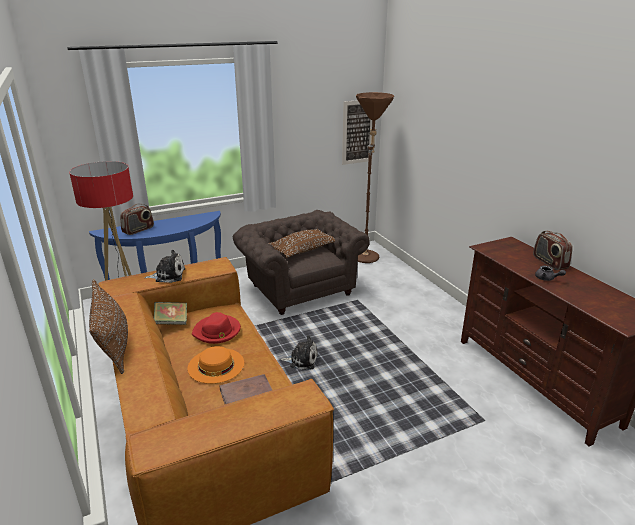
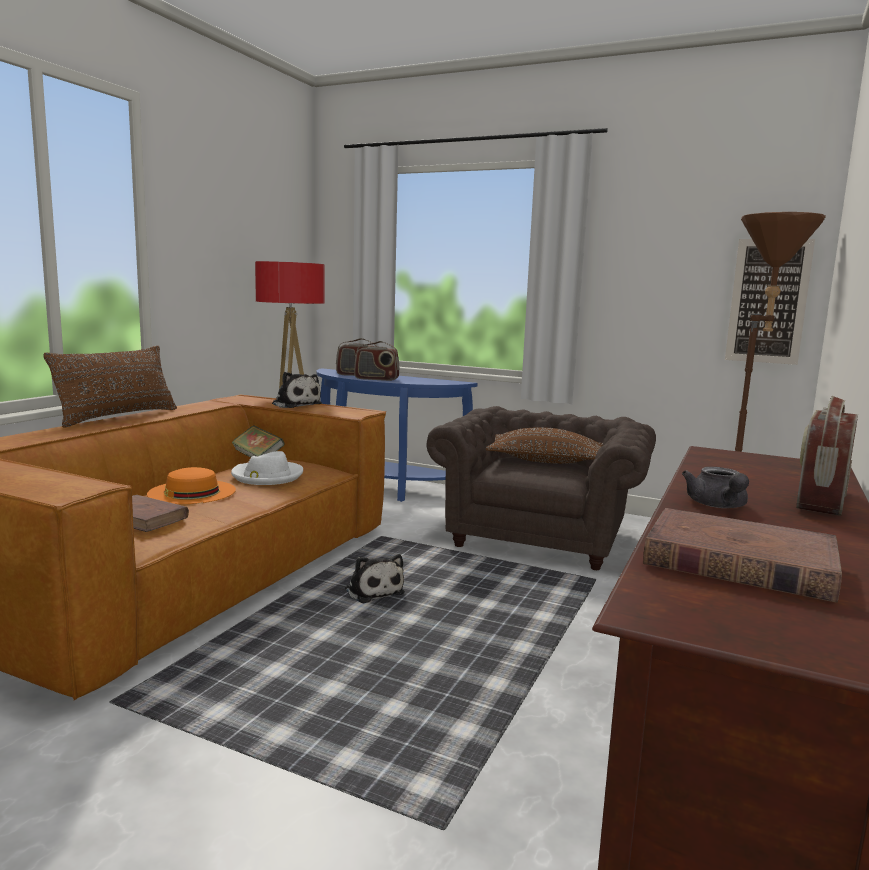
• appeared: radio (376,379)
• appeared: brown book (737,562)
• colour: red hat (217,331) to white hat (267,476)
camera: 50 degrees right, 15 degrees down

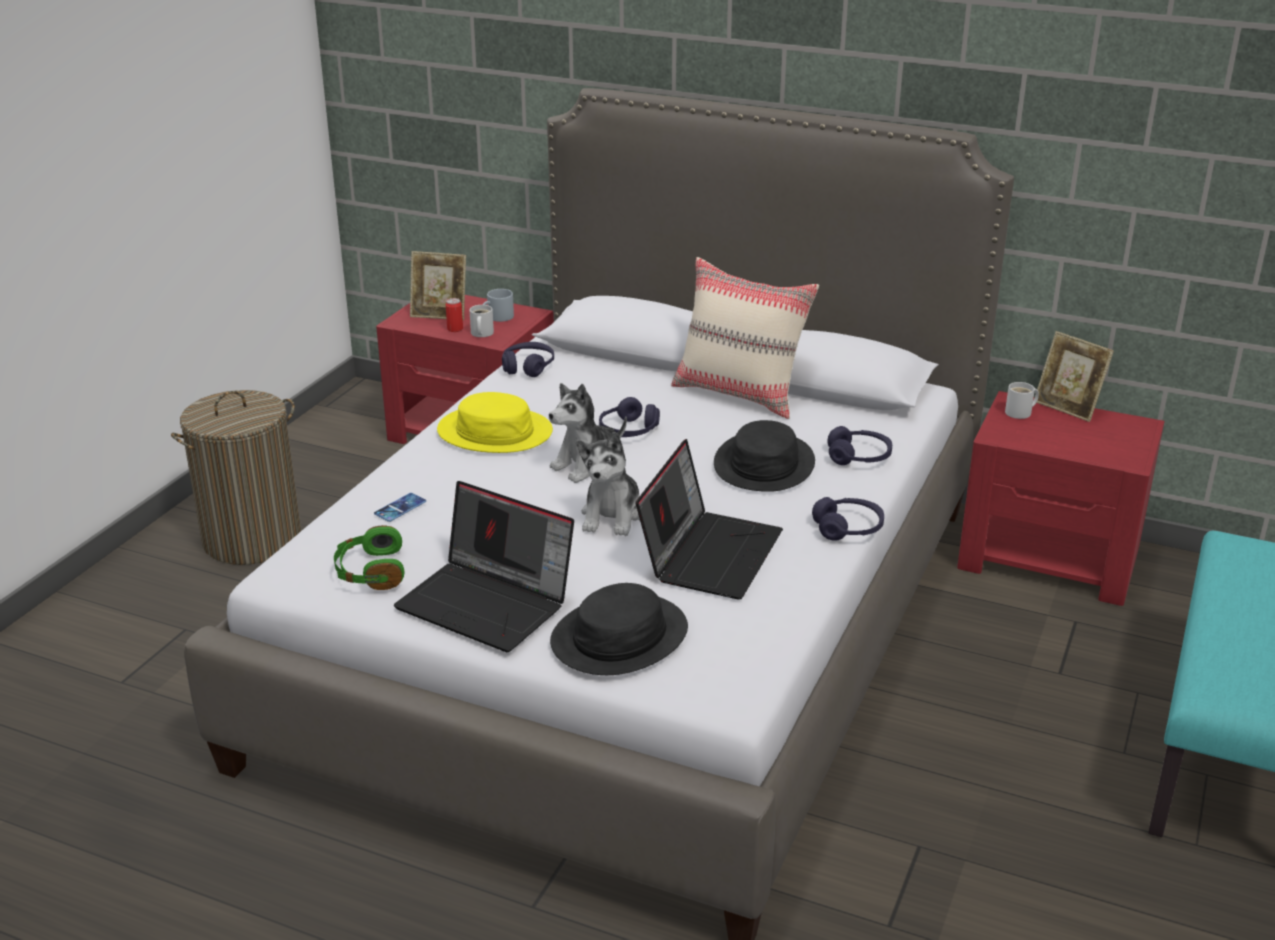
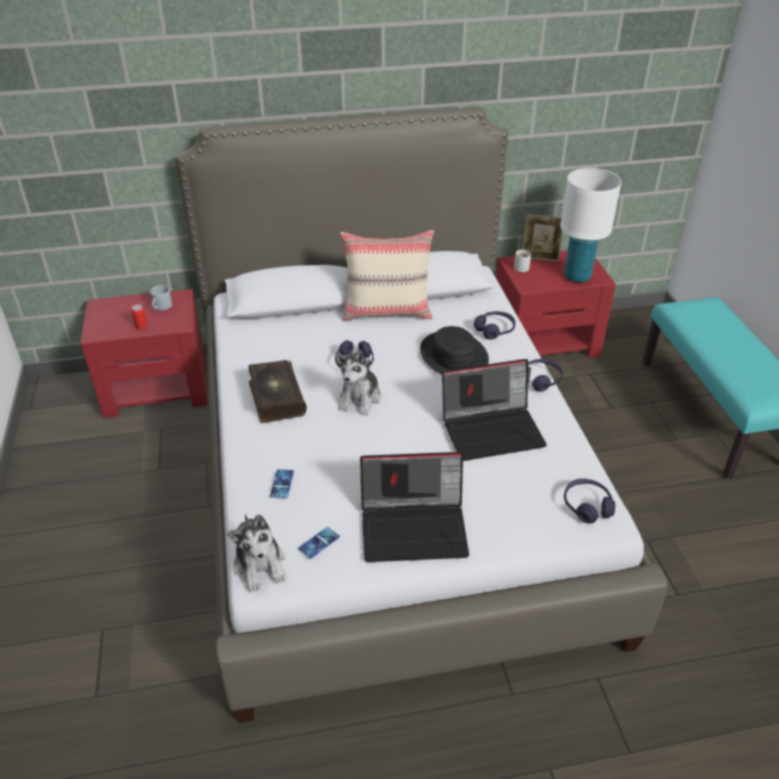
• missing: laundry basket (252,539)
• missing: picture frame (440,315)
• missing: white mug (481,333)
• missing: black hat (620,637)
• appeared: white table lamp (577,277)
• relocated: purple headphones (528,367) to (587,506)
• relocated: plush toy (613,516) to (260,565)
• exchanged: green headphones (370,572) to phone (319,543)
• exchanged: yellow hat (495,432) to book (276,398)
• spun: laptop (710,553) = (493,430) 90 degrees clockwise
camera: 35 degrees left, 10 degrees up

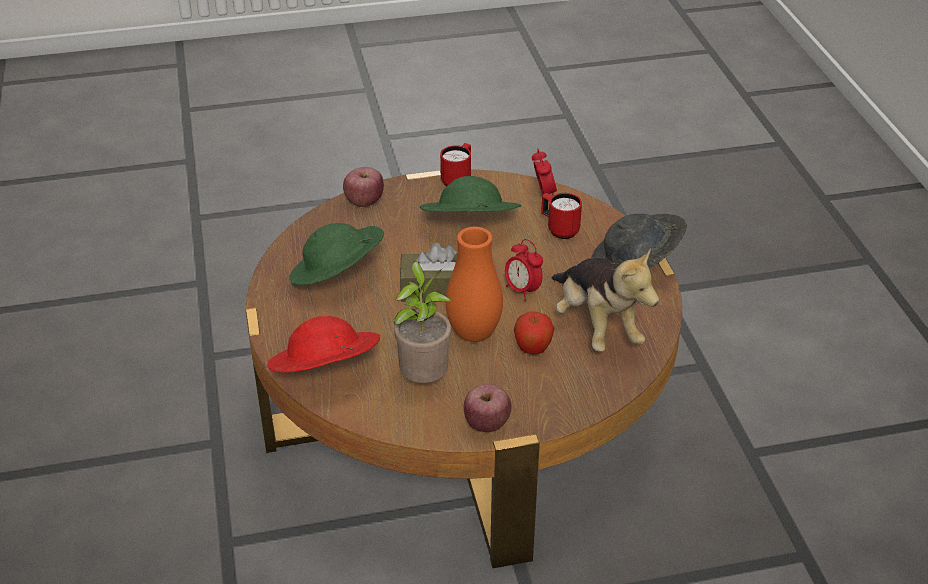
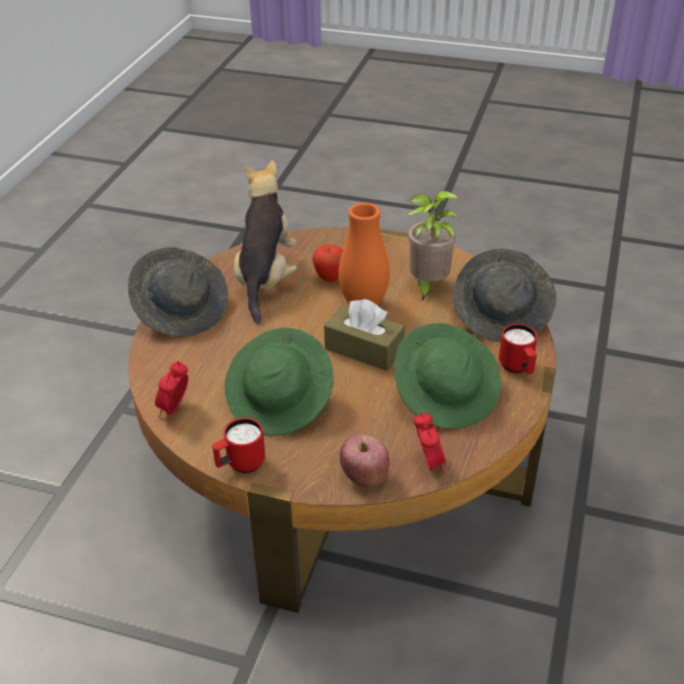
• missing: apple (487,424)
• relocated: alarm clock (522,290) to (428,463)
• relocated: red mug (559,229) to (518,368)
• colour: red hat (325,372) to grey hat (502,315)
camera: 150 degrees left, 0 degrees up

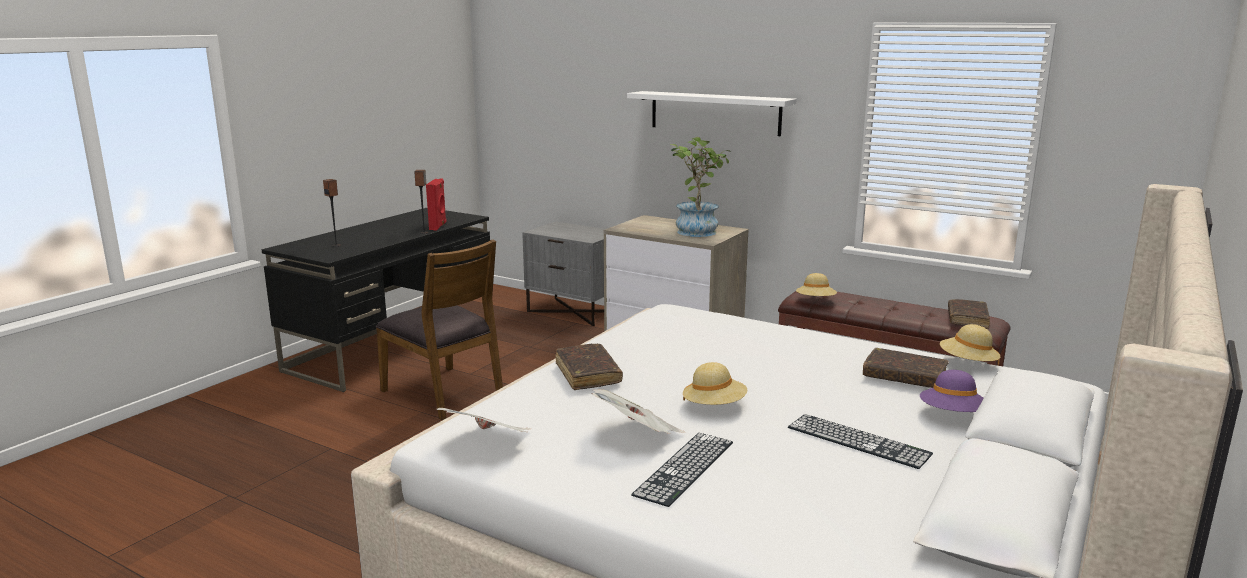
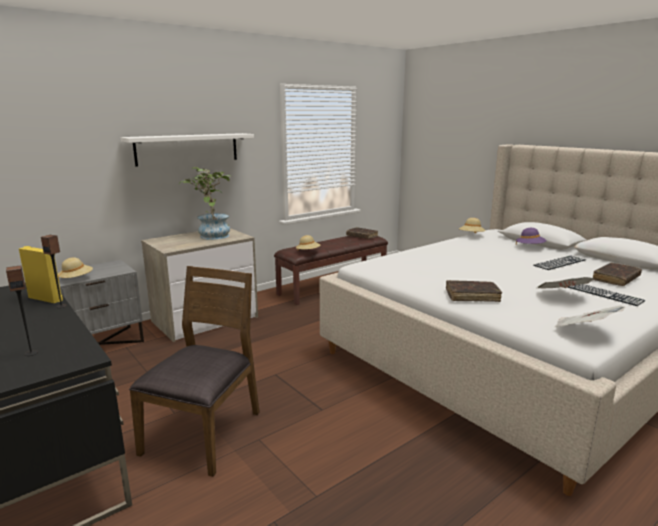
• relocated: beige hat (714,406) to (76,279)
• relocated: brown book (904,377) to (616,279)
• colour: red speaker (438,226) to yellow speaker (46,298)
• spun: brown chair (444,393) = (204,432) 45 degrees counterclockwise
camera: 70 degrees left, 0 degrees up

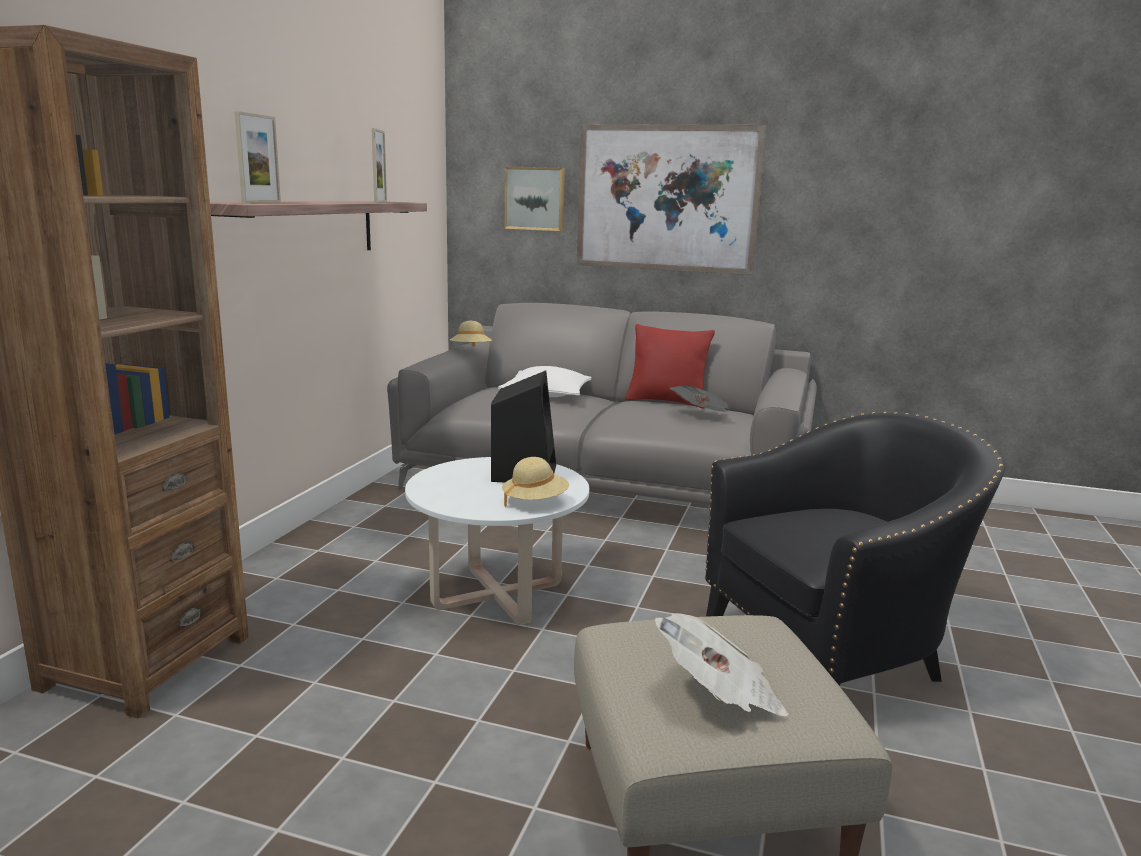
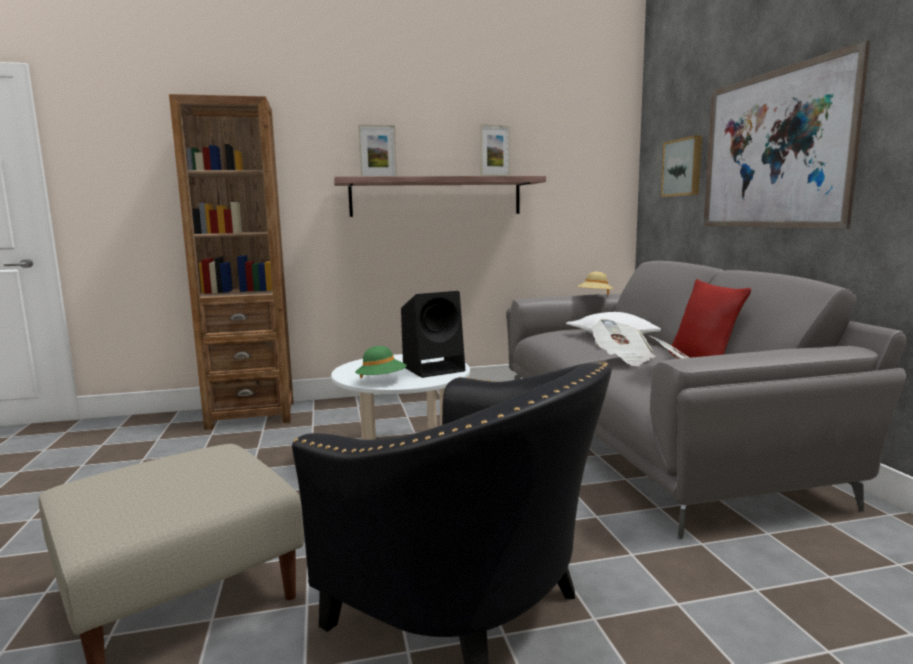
• relocated: newspaper (719,695) to (622,358)
• colour: beige hat (535,502) to green hat (381,381)
camera: 60 degrees right, 5 degrees down

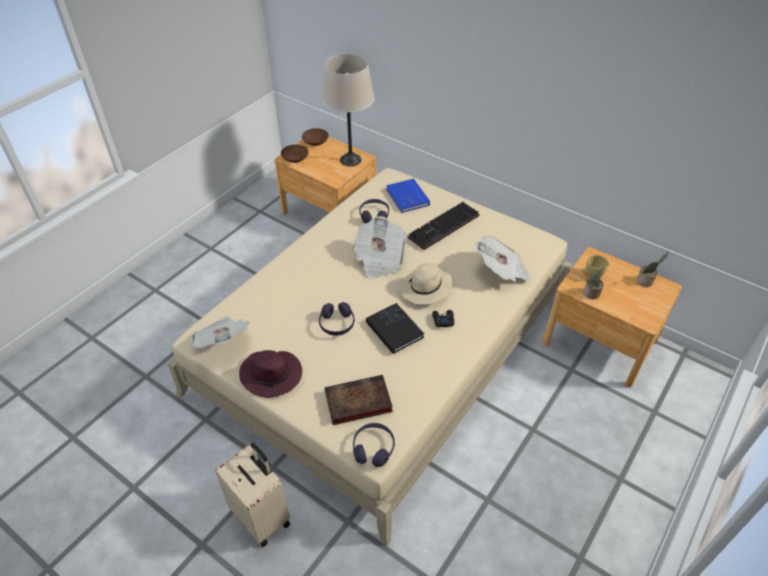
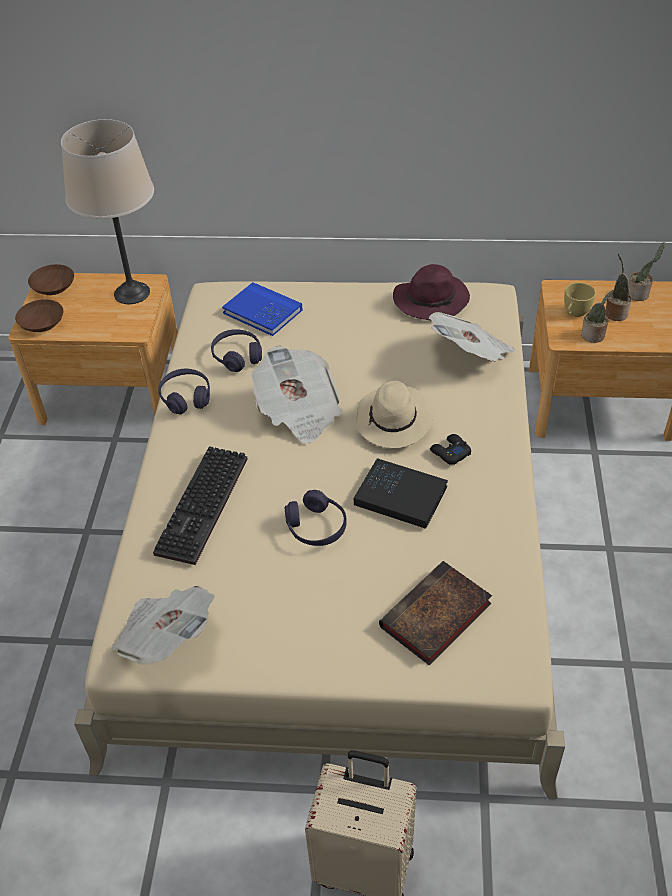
• appeared: potted plant (615,312)
• relocated: purple hat (272,375) to (432,300)
• relocated: purple headphones (373,448) to (186,397)
• relocated: keyboard (444,228) to (204,508)
camera: 30 degrees left, 0 degrees up

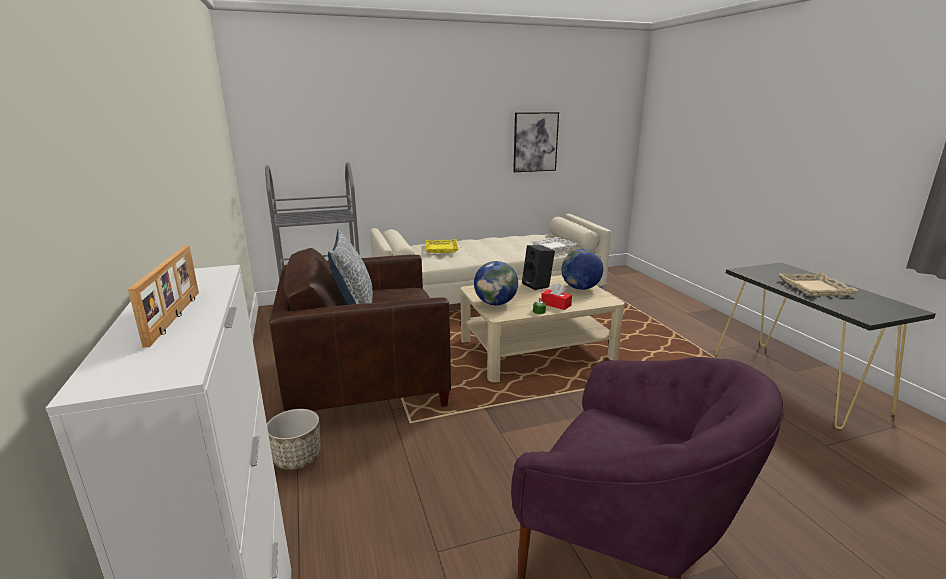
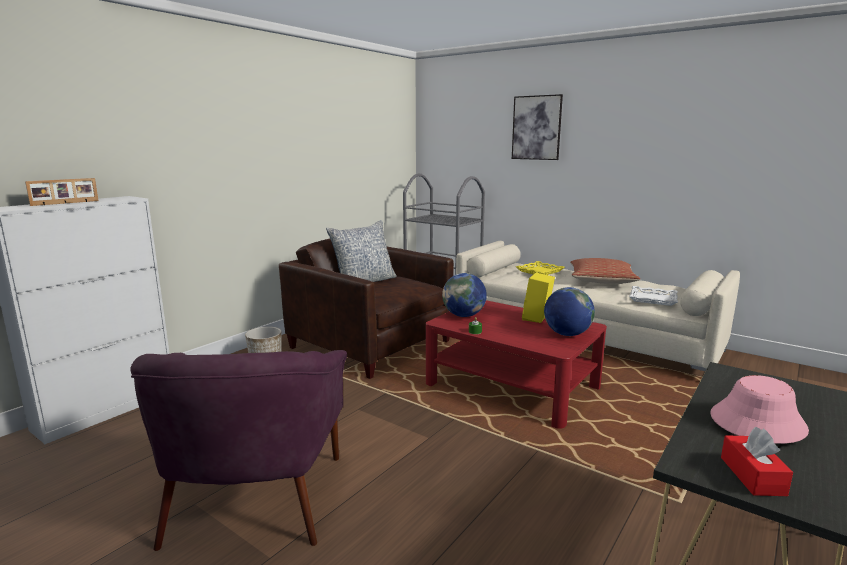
• appeared: pillow (601,280)
• relocated: picture (535,142) to (536,128)
• relocated: red tissue box (556,304) to (752,476)
• exchanged: beige tray (814,288) to pink hat (757,422)
• colour: beige coffee table (536,350) to red coffee table (512,385)
• colour: black speaker (538,285) to yellow speaker (537,318)
camera: 55 degrees right, 5 degrees down

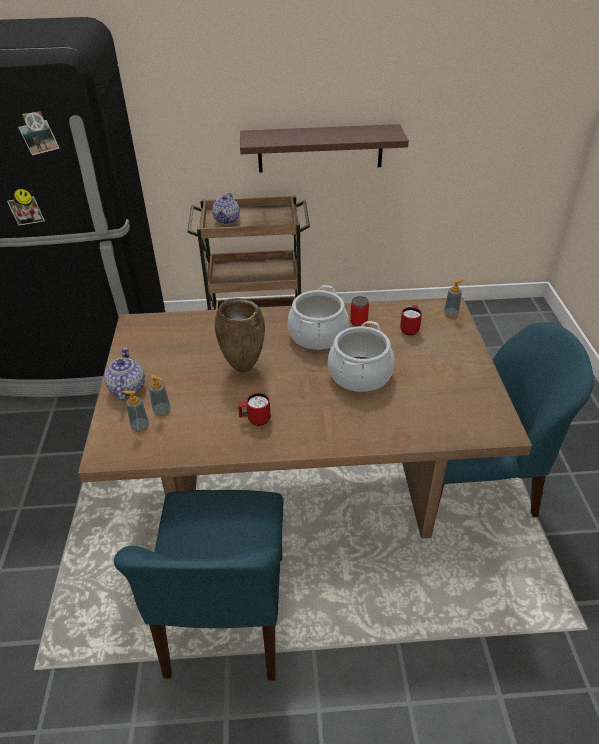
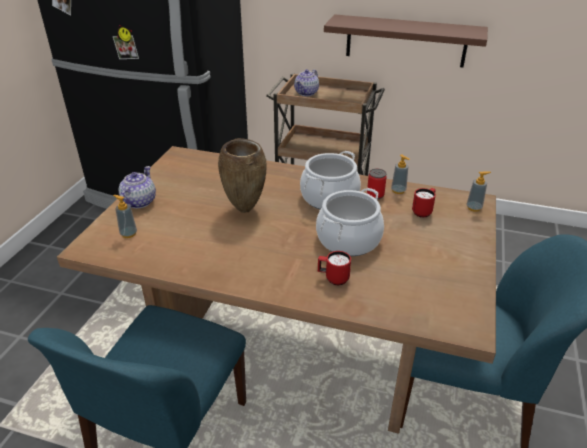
• relocated: soap dispenser (162,411) to (398,190)
• relocated: red mug (255,420) to (333,278)
camera: 20 degrees right, 5 degrees down

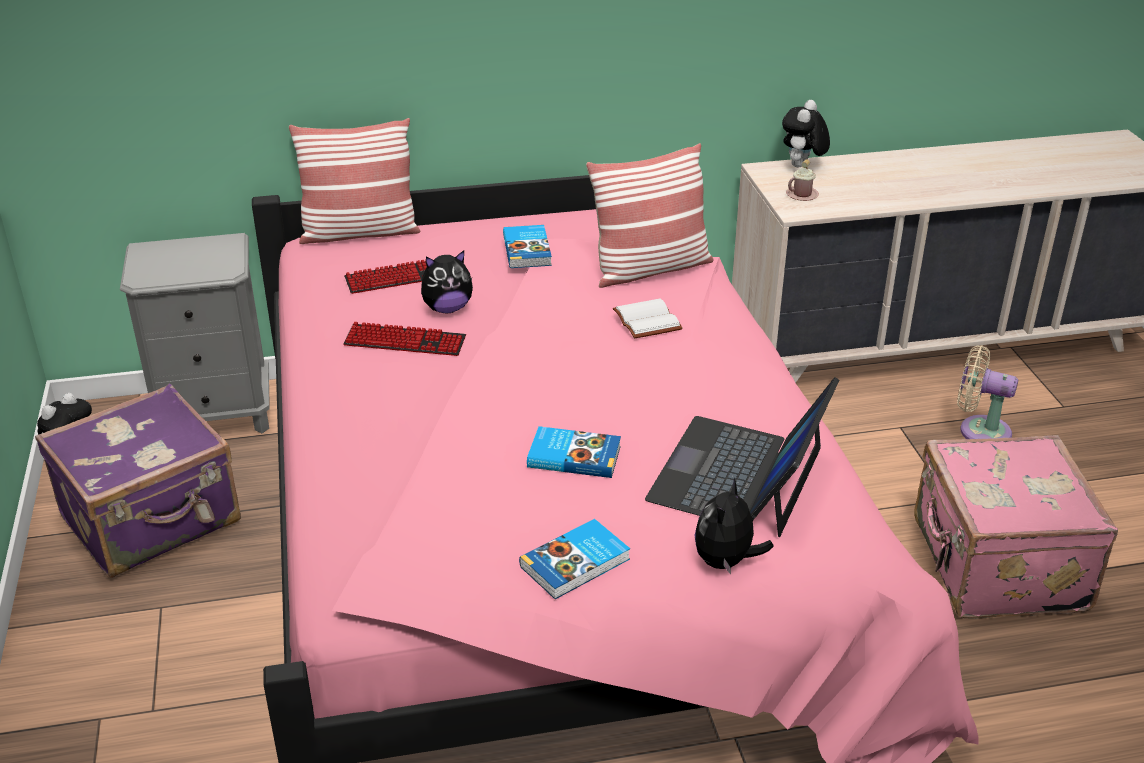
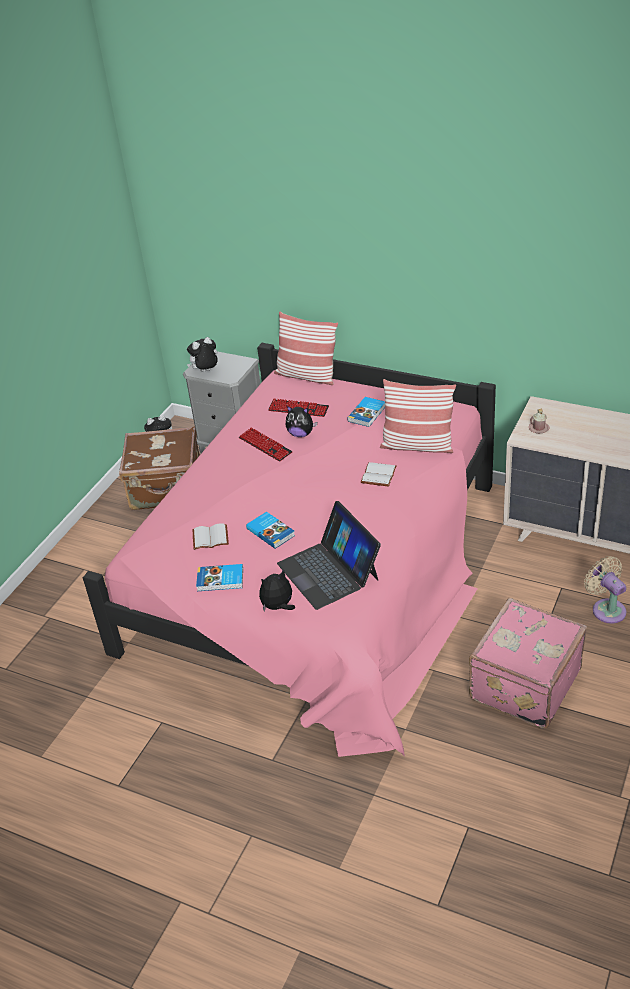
• appeared: white book (211,537)
• relocated: plush toy (802,166) to (205,372)
• colour: purple suitcase (153,520) to brown suitcase (167,490)
• spun: laptop (739,475) = (329,571) 90 degrees counterclockwise
camera: 40 degrees right, 5 degrees up

